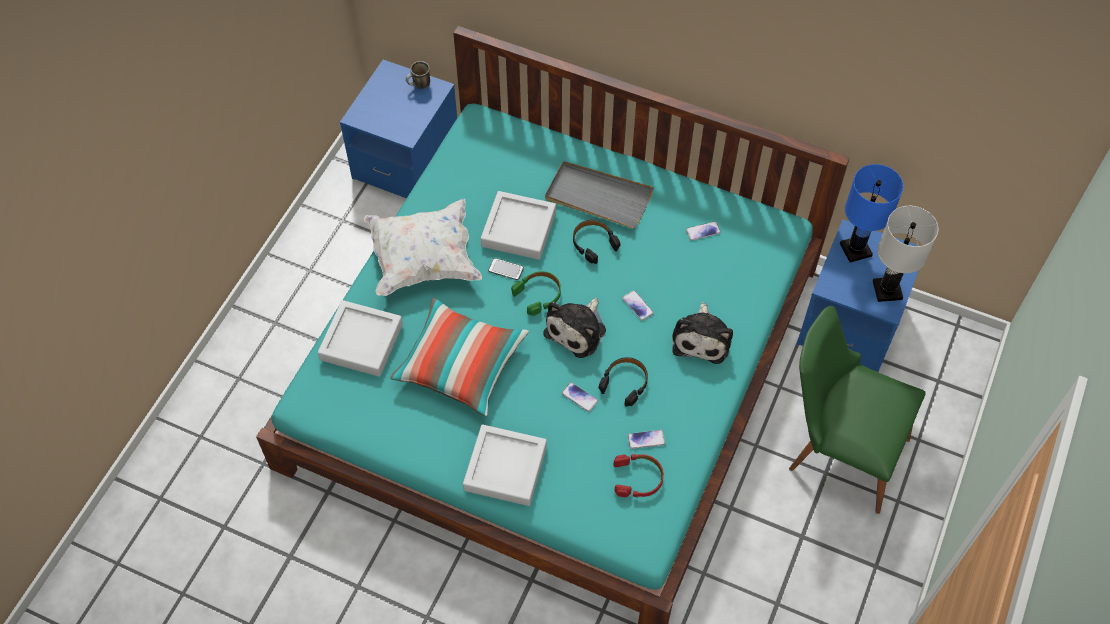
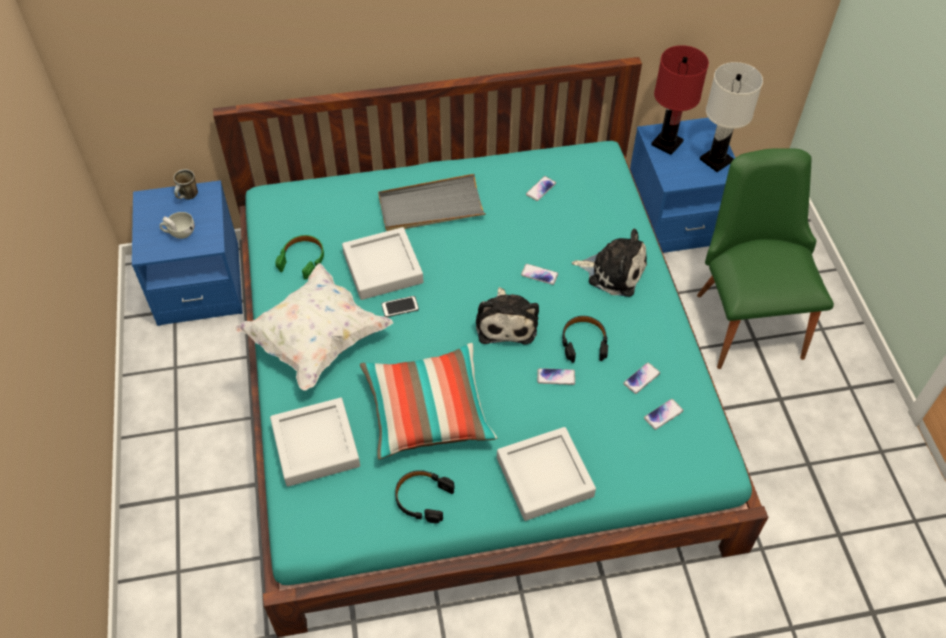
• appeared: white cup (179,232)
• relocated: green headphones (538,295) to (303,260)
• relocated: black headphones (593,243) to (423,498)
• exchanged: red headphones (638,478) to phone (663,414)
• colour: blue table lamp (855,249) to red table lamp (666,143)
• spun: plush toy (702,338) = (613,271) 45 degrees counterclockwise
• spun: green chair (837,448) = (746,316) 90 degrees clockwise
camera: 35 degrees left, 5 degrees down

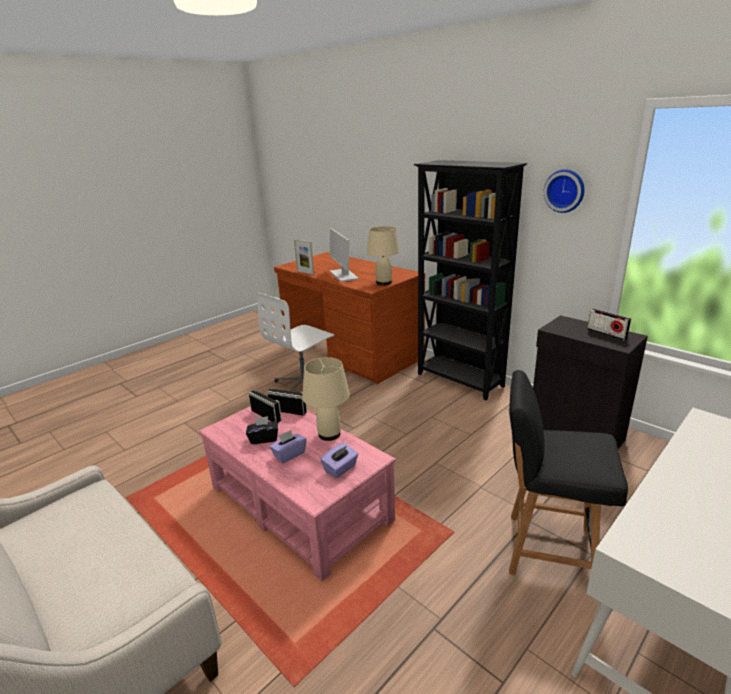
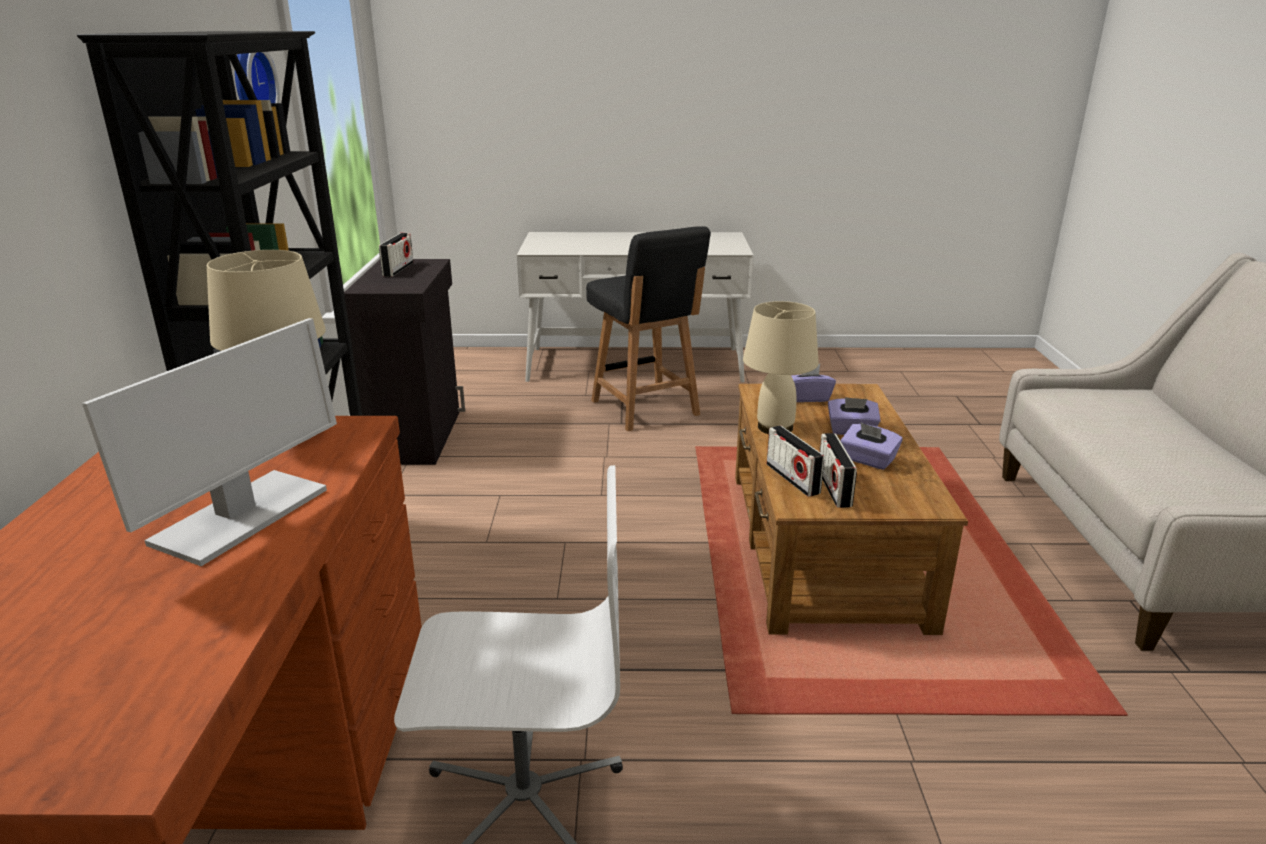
• missing: picture frame (305,273)
• colour: pink coffee table (299,503) to brown coffee table (822,547)
• colour: black tissue box (264,438) to purple tissue box (868,460)
camera: 135 degrees left, 0 degrees up

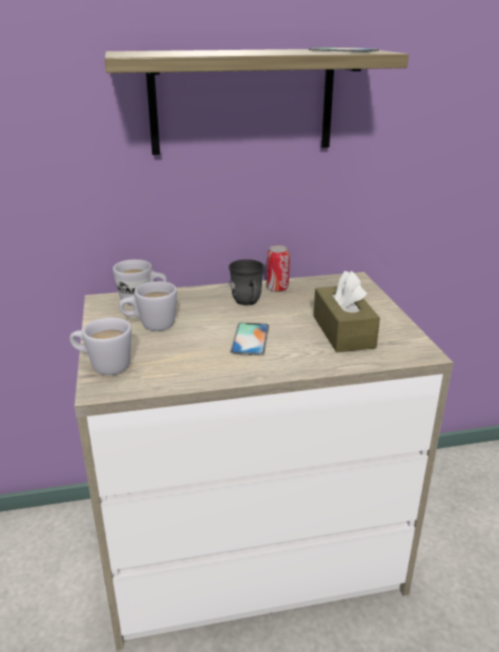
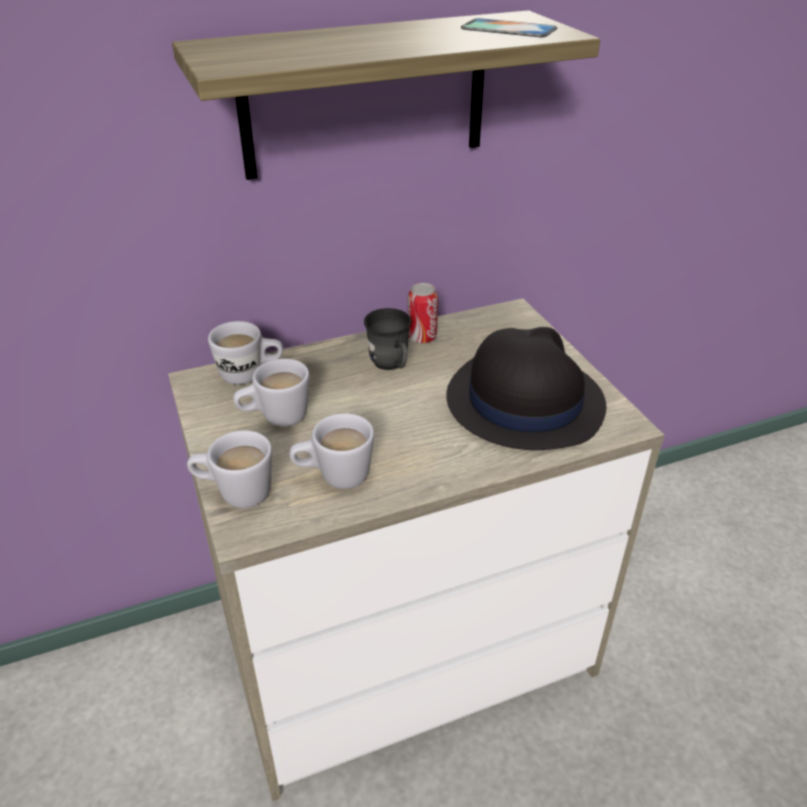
• missing: phone (250,339)
• appeared: white mug (334,477)
• exchanged: brown tissue box (343,332) to black hat (523,401)
camera: 10 degrees left, 10 degrees up

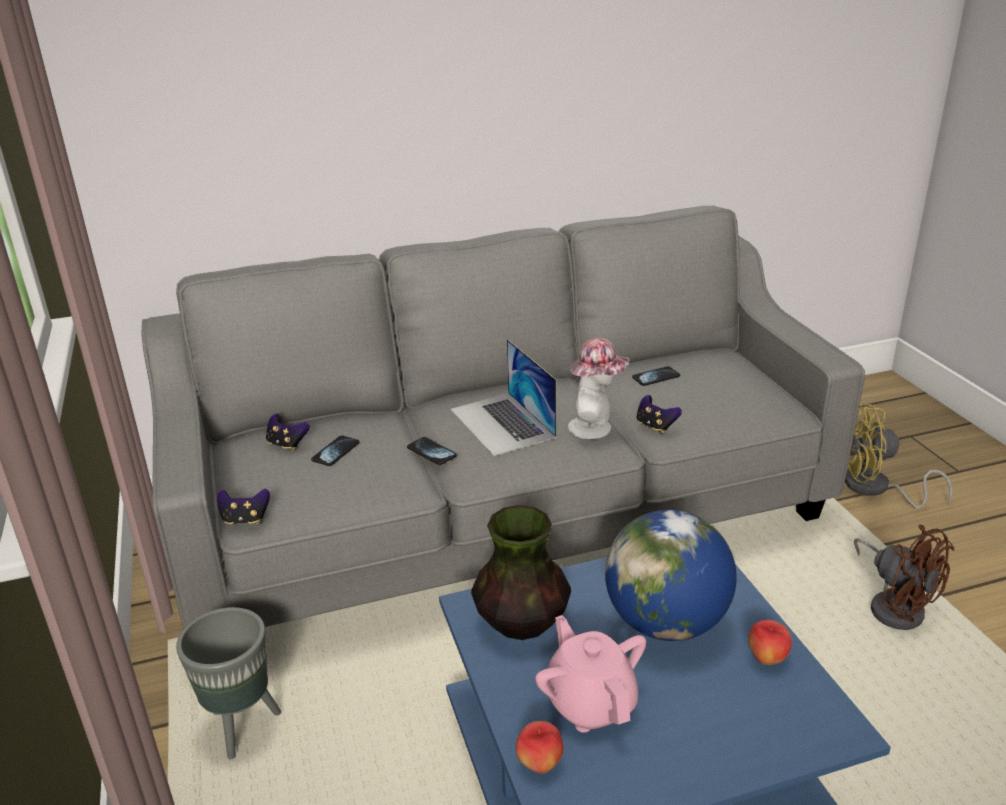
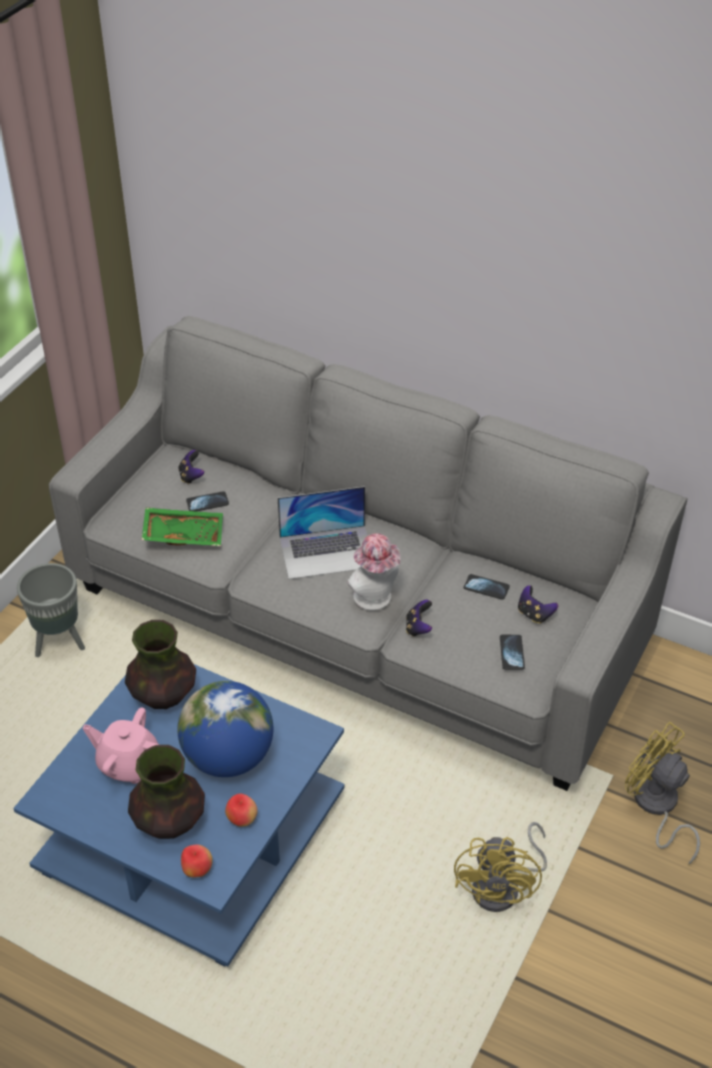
• appeared: vase (169,821)
• appeared: green tray (183,534)
• relocated: game controller (245,519) to (534,614)
• relocated: phone (431,452) to (512,653)
• relocated: apple (540,764) to (197,870)
• colour: brown fan (894,606) to yellow fan (504,888)
• spun: laptop (502,423) = (327,552) 120 degrees counterclockwise
• spun: pink teapot (591,703) = (129,764) 90 degrees counterclockwise
camera: 45 degrees right, 15 degrees up

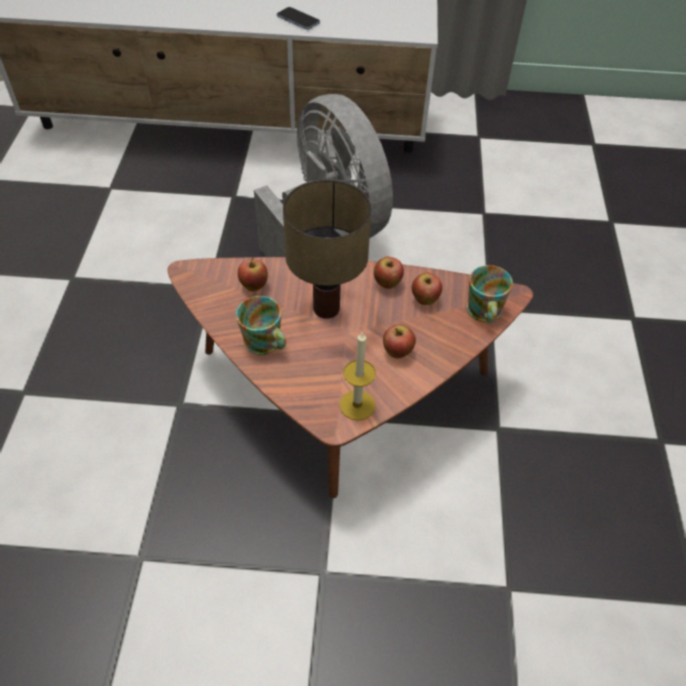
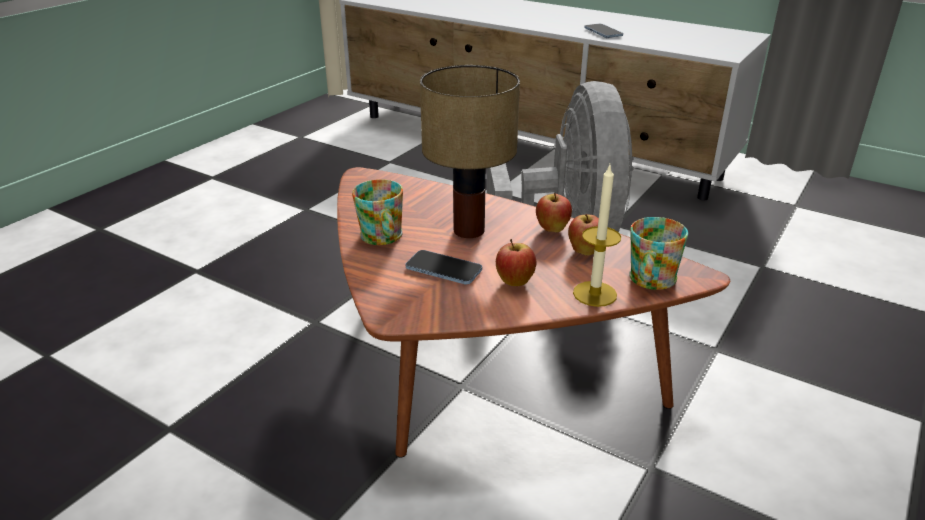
• missing: apple (254,286)
• appeared: phone (443,269)
• relocated: candle (357,405) to (594,294)
camera: 30 degrees right, 20 degrees down

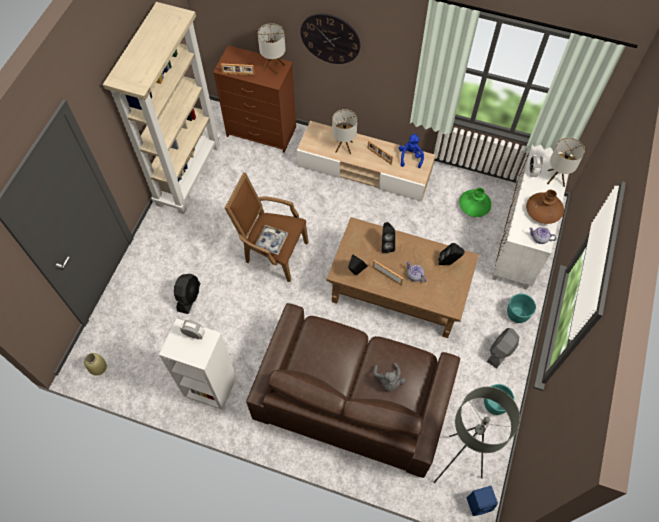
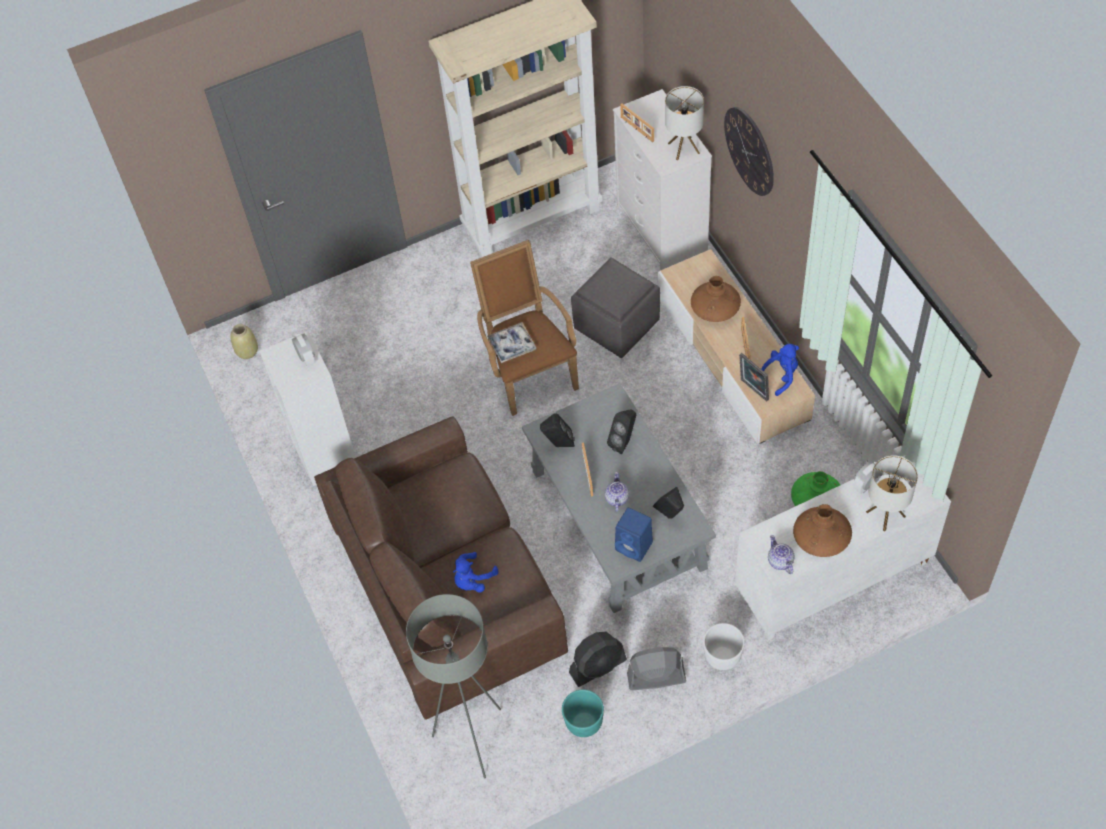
• appeared: grey ottoman (617,324)
• appeared: picture frame (753,391)
• relocated: black fan (189,297) to (598,666)
• relocated: blue speaker (479,503) to (635,546)
• exchanged: table lamp (344,147) to brown vase (715,307)
• colour: brown dresser (262,131) to white dresser (662,228)
• colour: brown coffee table (398,290) to grey coffee table (617,518)
• colour: grey plush toy (388,381) to blue plush toy (473,580)
• colour: turquoise planter (517,315) to white planter (722,657)
camera: 50 degrees right, 5 degrees down

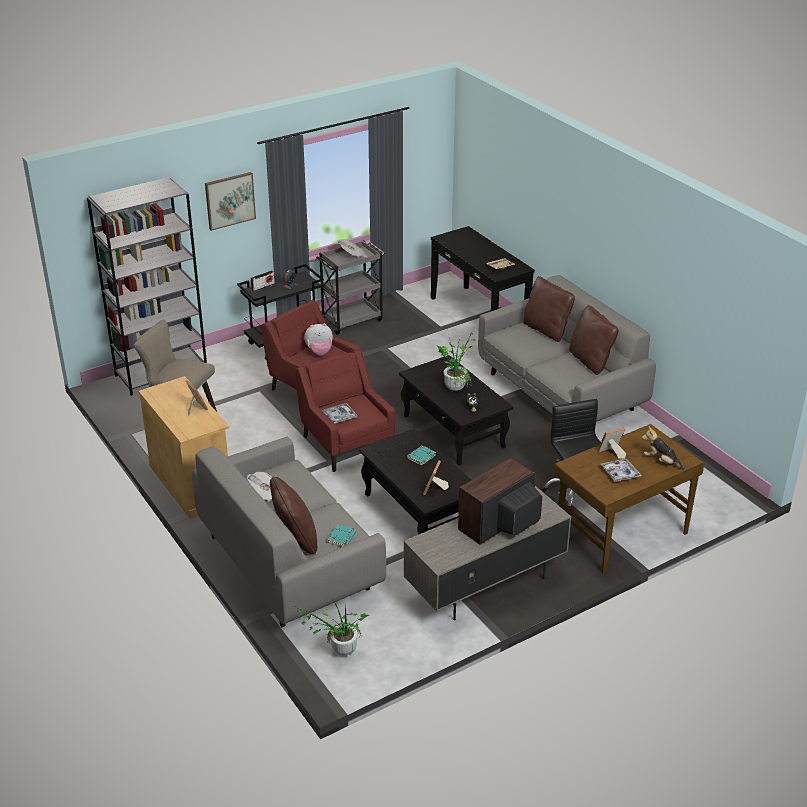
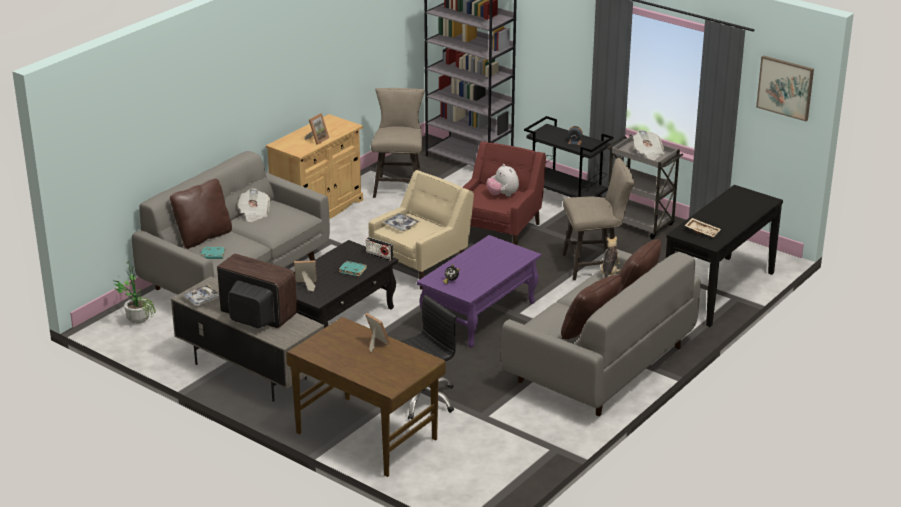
• missing: potted plant (455,385)
• appeared: beige stool (595,265)
• relocated: picture (230,200) to (785,87)
• relocated: radio (263,287) to (379,256)
• relocated: tray (620,473) to (202,299)
• relocated: plush toy (661,461) to (609,273)
• colour: red armchair (346,443) to beige armchair (421,265)
• colour: black coffee table (454,431) to purple coffee table (479,315)
camera: 70 degrees right, 5 degrees down

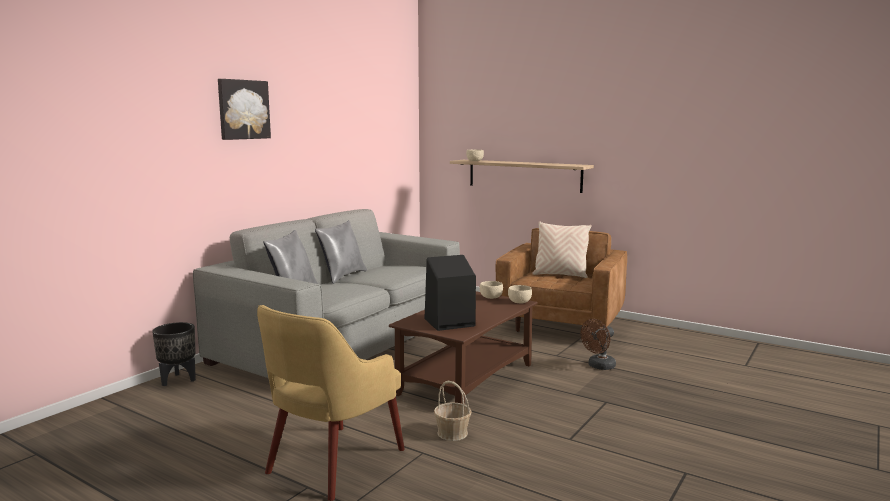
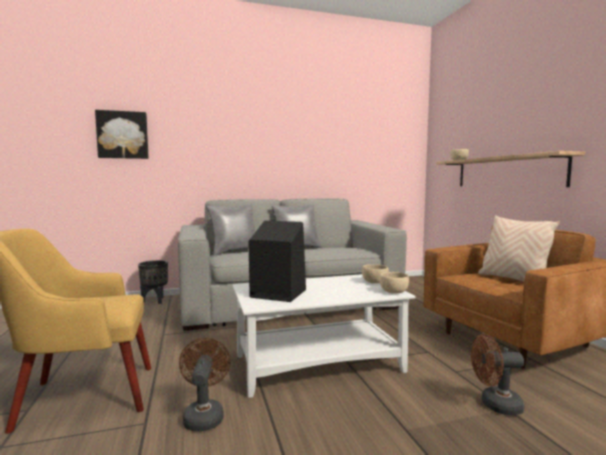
• relocated: picture (243,109) to (123,135)
• exchanged: basket (452,433) to brown fan (204,415)
• colour: brown coffee table (467,379) to white coffee table (319,363)
camera: 40 degrees right, 5 degrees down

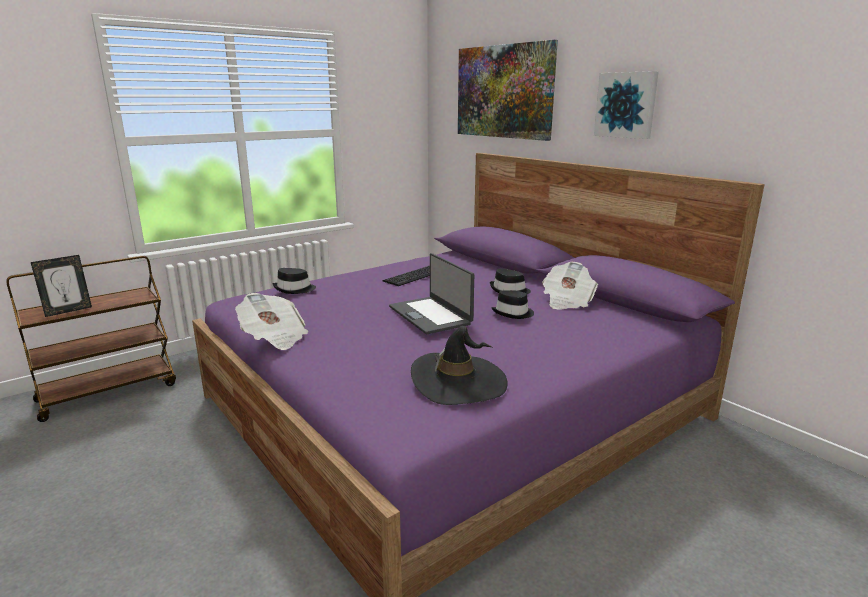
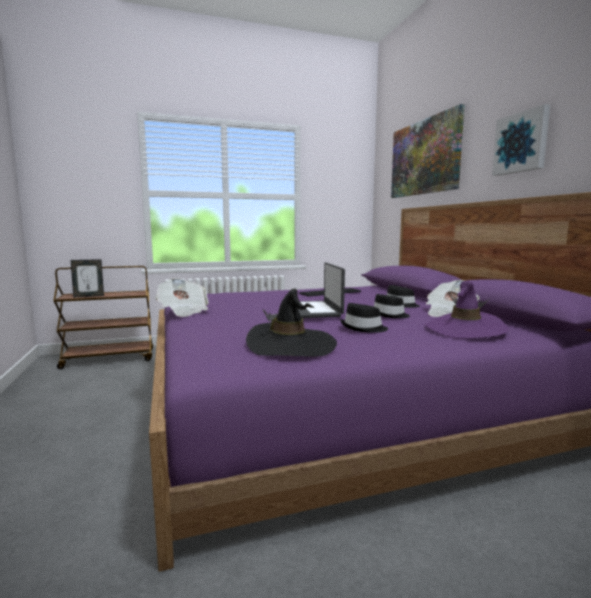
• appeared: purple hat (464,330)
• relocated: black hat (294,289) to (363,328)
camera: 20 degrees right, 10 degrees down

